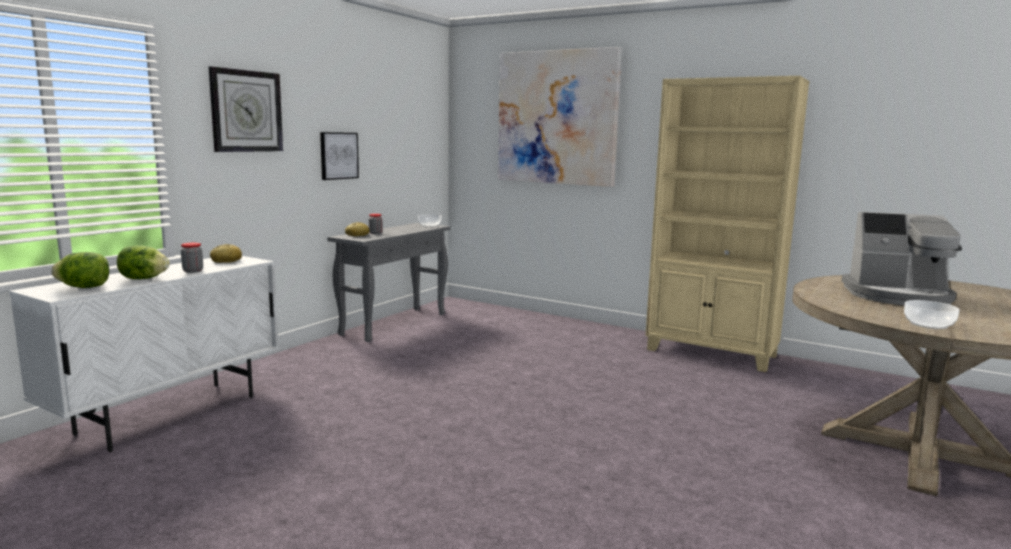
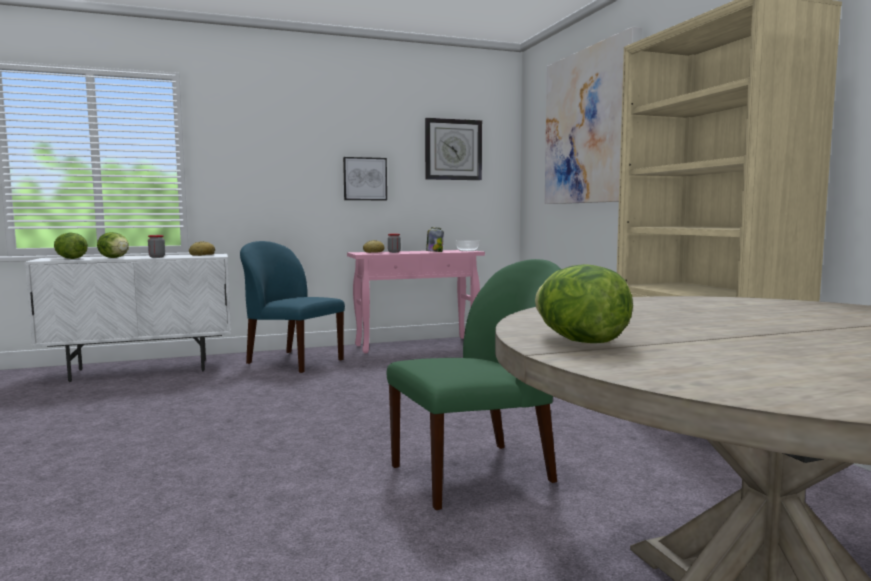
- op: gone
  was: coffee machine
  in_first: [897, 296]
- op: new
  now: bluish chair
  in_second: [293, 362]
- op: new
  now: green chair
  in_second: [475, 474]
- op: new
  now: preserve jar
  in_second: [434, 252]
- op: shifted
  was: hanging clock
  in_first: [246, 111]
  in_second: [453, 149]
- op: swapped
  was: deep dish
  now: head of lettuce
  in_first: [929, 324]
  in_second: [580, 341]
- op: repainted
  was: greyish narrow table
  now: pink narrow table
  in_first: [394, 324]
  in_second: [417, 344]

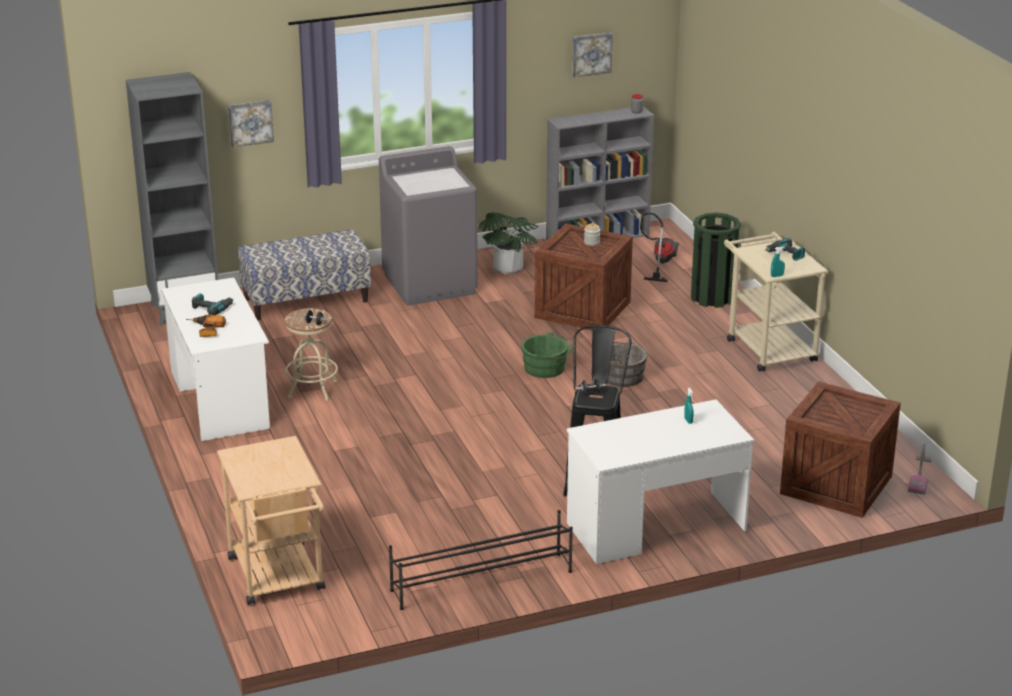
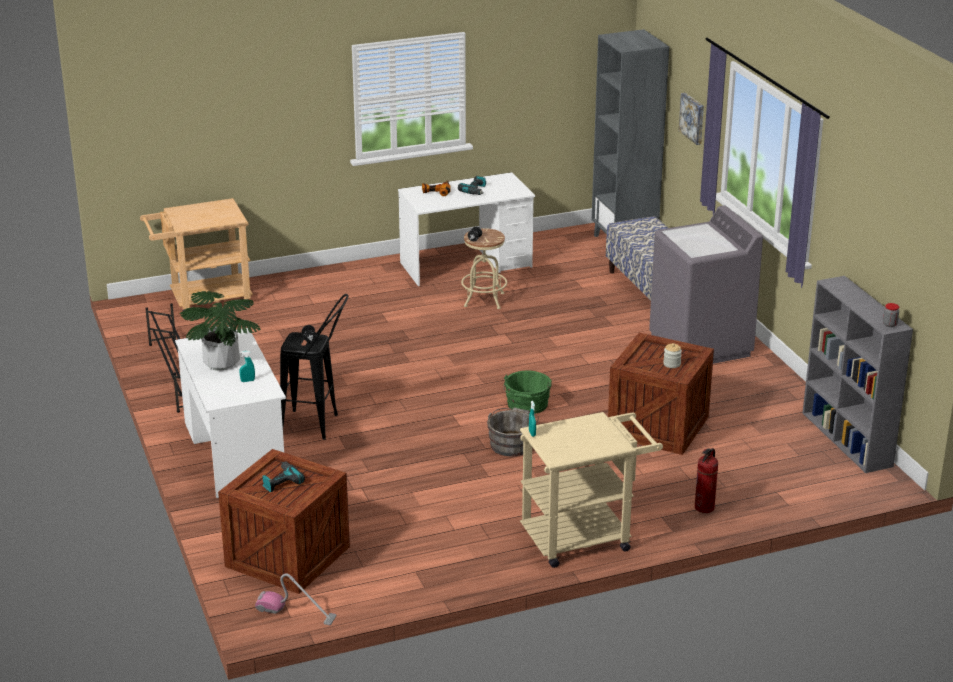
- op: gone
  was: picture
  in_first: [591, 54]
- op: gone
  was: hoover
  in_first: [660, 263]
- op: shifted
  was: plant in a pot
  in_first: [508, 268]
  in_second: [221, 363]
- op: shifted
  was: electric drill
  in_first: [785, 255]
  in_second: [280, 481]
- op: swapped
  was: green trash can
  now: fire extinguisher
  in_first: [712, 297]
  in_second: [704, 508]

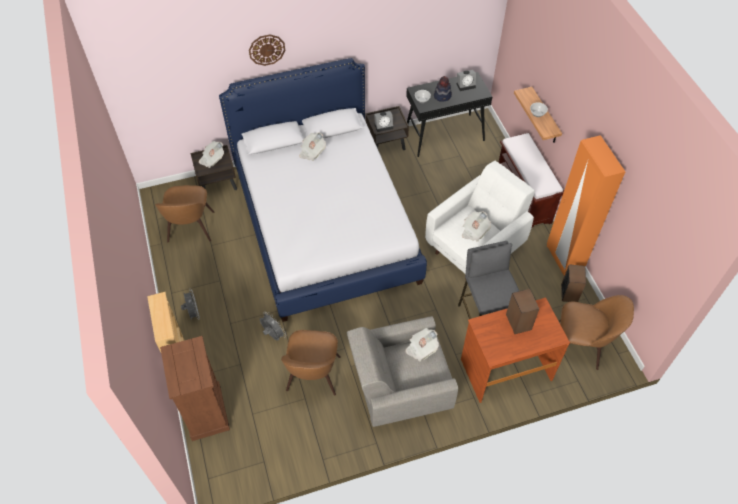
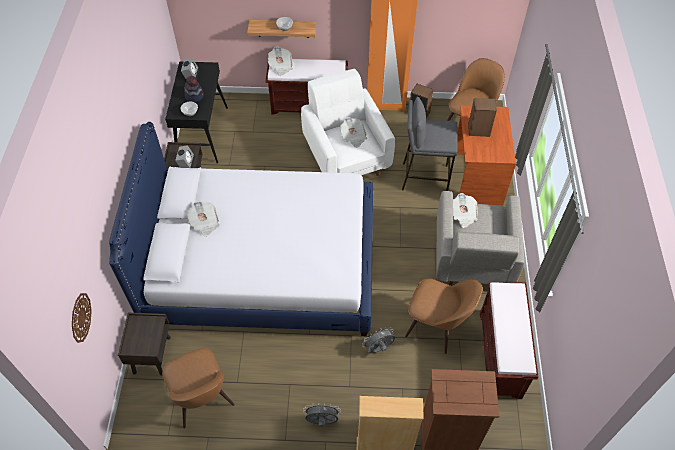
- op: new
  now: brown-coloured long seat
  in_second: [500, 355]
- op: shifted
  was: printed paper
  in_first: [212, 159]
  in_second: [280, 66]
- op: shifted
  was: hanging clock
  in_first: [267, 49]
  in_second: [80, 317]
- op: rotated
  was: brown-coloured chair
  in_first: [190, 228]
  in_second: [202, 399]
  clockwise: 45

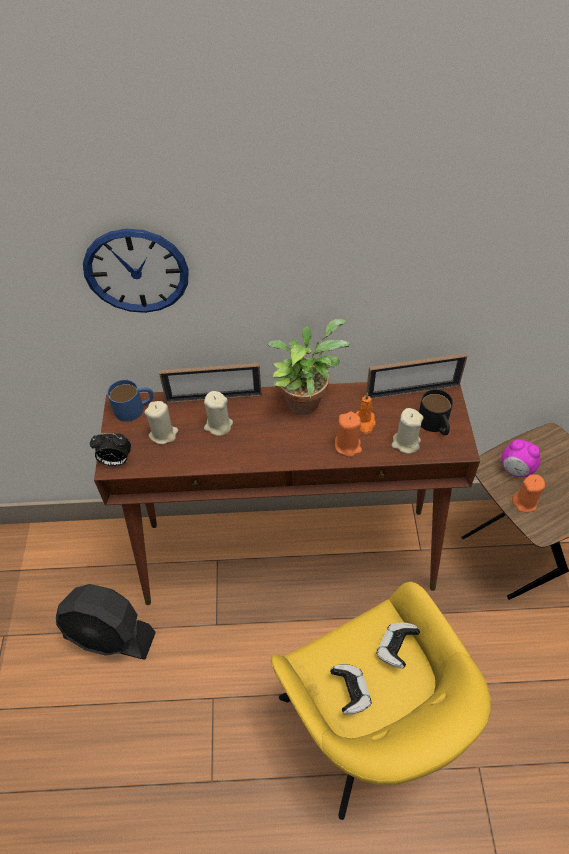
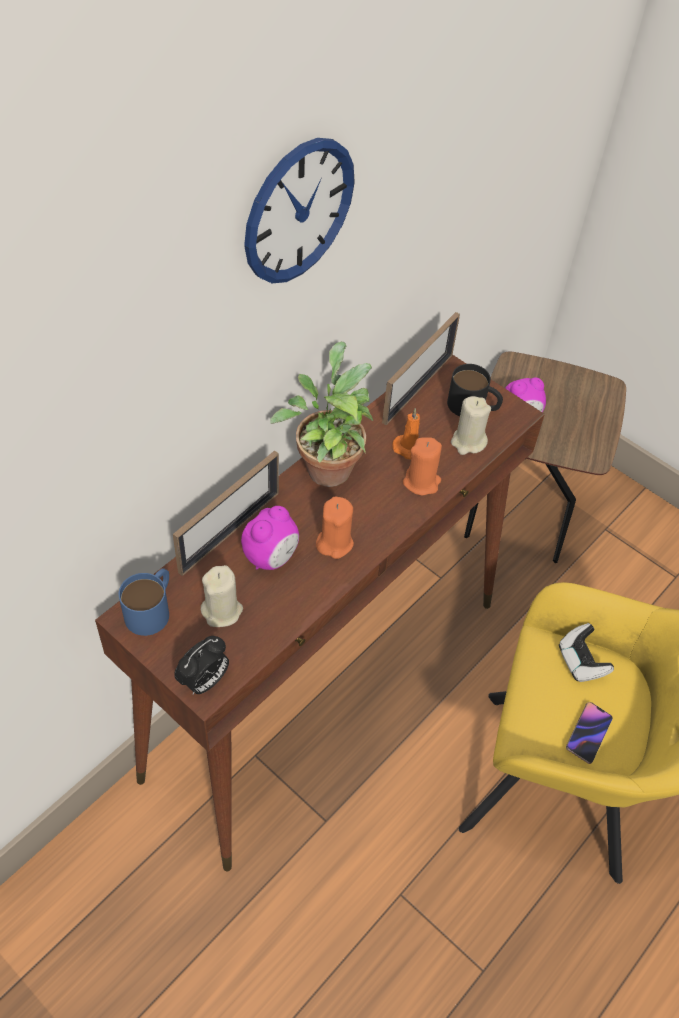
- op: gone
  was: black fan
  in_first: [110, 636]
- op: shifted
  was: hanging clock
  in_first: [136, 271]
  in_second: [299, 211]
- op: shifted
  was: orange-coloured candle
  in_first: [525, 502]
  in_second: [334, 543]
- op: swapped
  was: beige-coloured candle
  now: table clock
  in_first: [218, 425]
  in_second: [271, 557]
- op: swapped
  was: joypad
  now: telephone
  in_first: [350, 692]
  in_second: [588, 734]

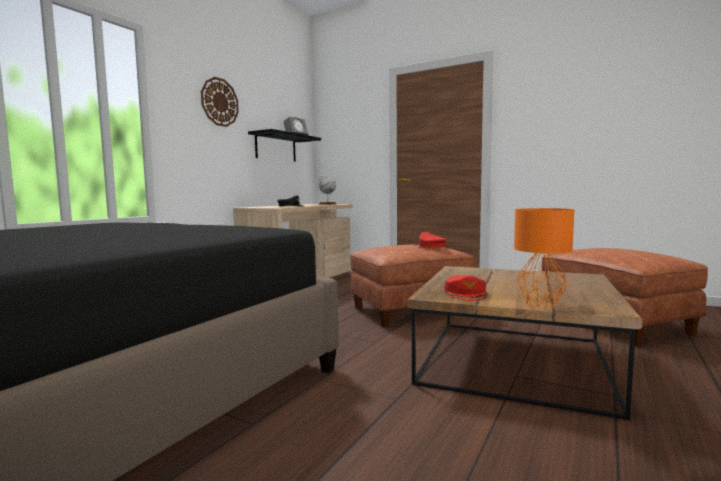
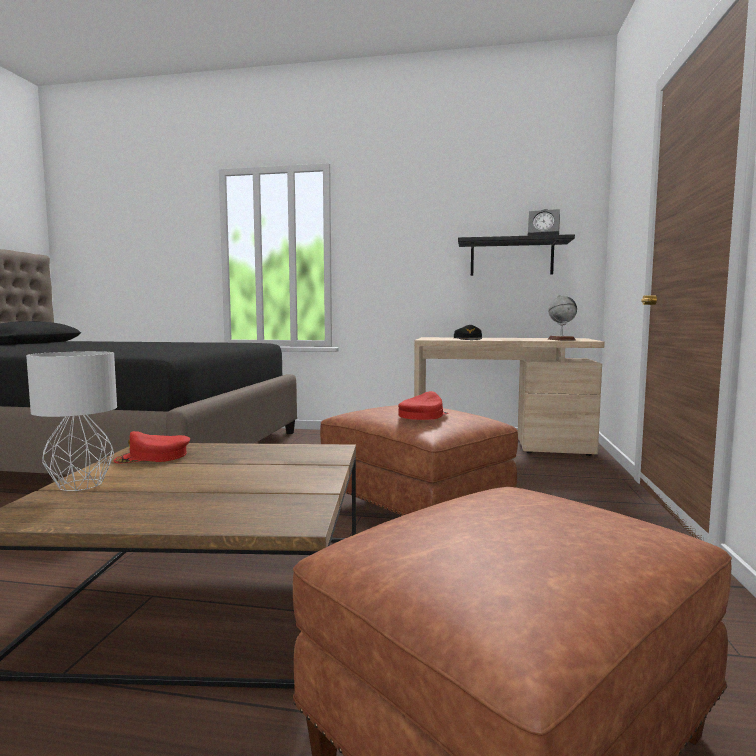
- op: gone
  was: hanging clock
  in_first: [219, 102]
- op: repainted
  was: orange-coloured tabletop lamp
  now: greyish tabletop lamp
  in_first: [540, 303]
  in_second: [82, 484]

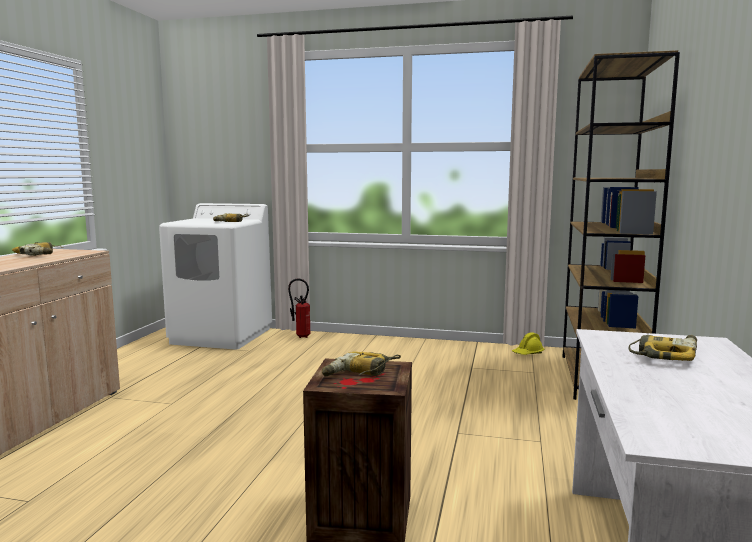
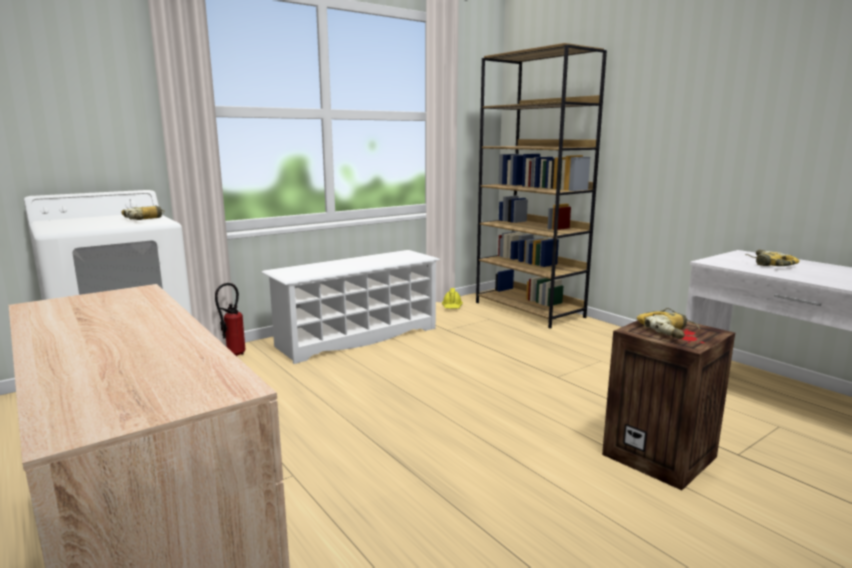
- op: gone
  was: electric drill
  in_first: [41, 254]
- op: new
  now: white-coloured shoe shelf
  in_second: [357, 337]

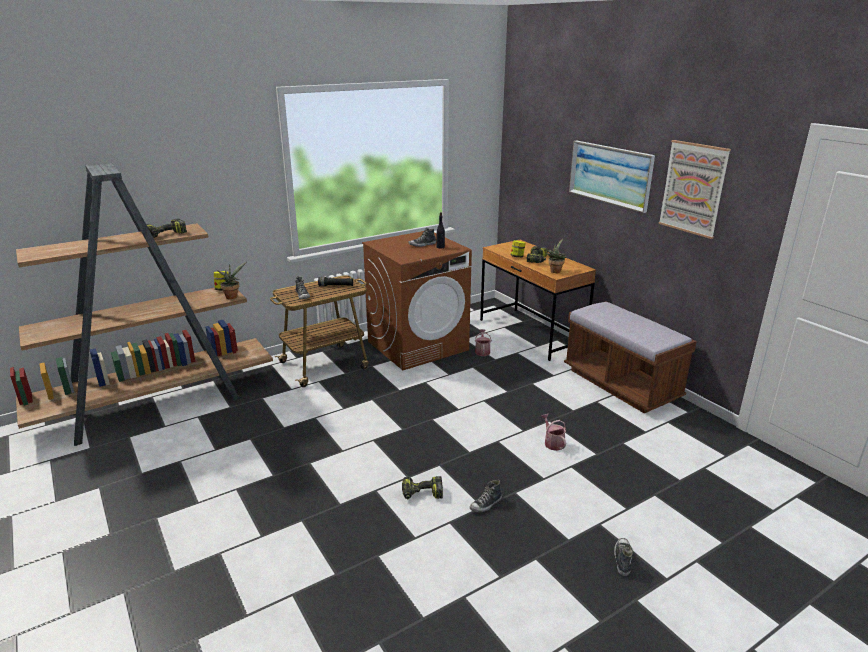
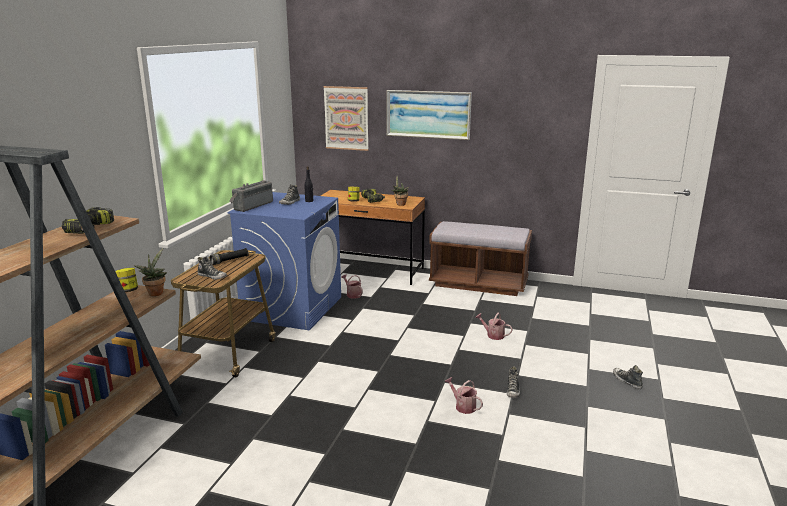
- op: new
  now: radio set
  in_second: [252, 206]
- op: shifted
  was: picture
  in_first: [693, 188]
  in_second: [346, 118]
- op: swapped
  was: electric drill
  now: watering pot
  in_first: [422, 494]
  in_second: [463, 406]
- op: repainted
  was: brown-coloured laundry appliance
  now: bluish laundry appliance
  in_first: [418, 345]
  in_second: [292, 308]

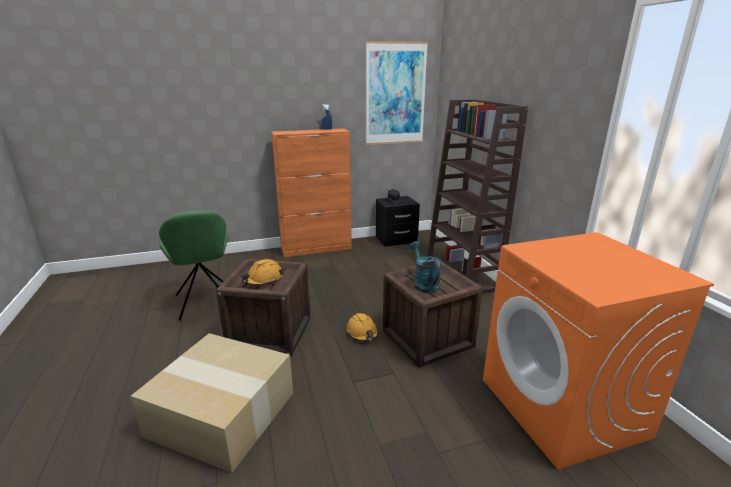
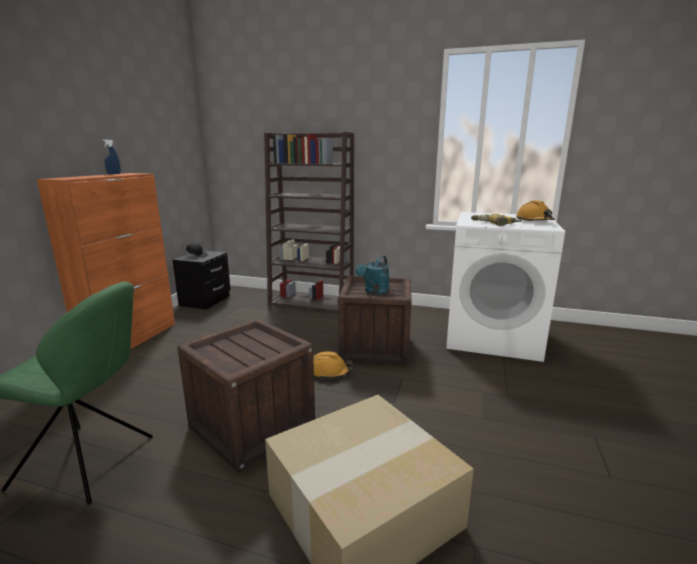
- op: gone
  was: picture
  in_first: [395, 94]
- op: new
  now: electric drill
  in_second: [494, 224]
- op: shifted
  was: orange-coloured work helmet
  in_first: [263, 280]
  in_second: [534, 221]
- op: repainted
  was: orange-coloured laundry appliance
  now: white-coloured laundry appliance
  in_first: [563, 407]
  in_second: [493, 337]
- op: rotated
  was: turquoise watering pot
  in_first: [424, 283]
  in_second: [374, 292]
  clockwise: -75

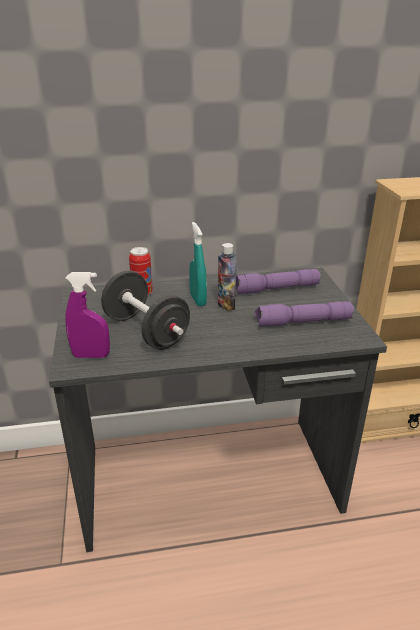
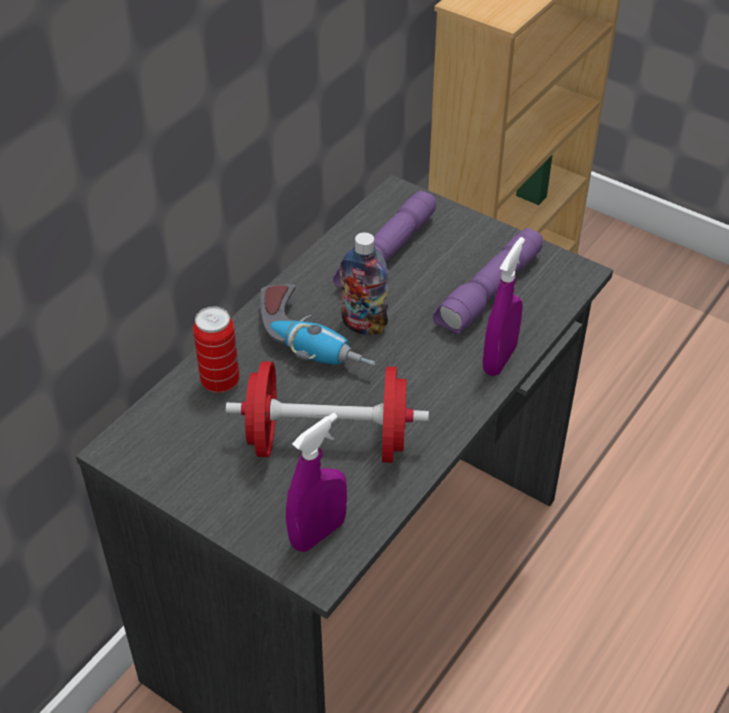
- op: new
  now: purplish hand sprayer
  in_second: [499, 359]
- op: swapped
  was: turquoise hand sprayer
  now: electric drill
  in_first: [198, 300]
  in_second: [315, 341]
- op: repainted
  was: black hand weight
  now: red-coloured hand weight
  in_first: [146, 331]
  in_second: [328, 442]

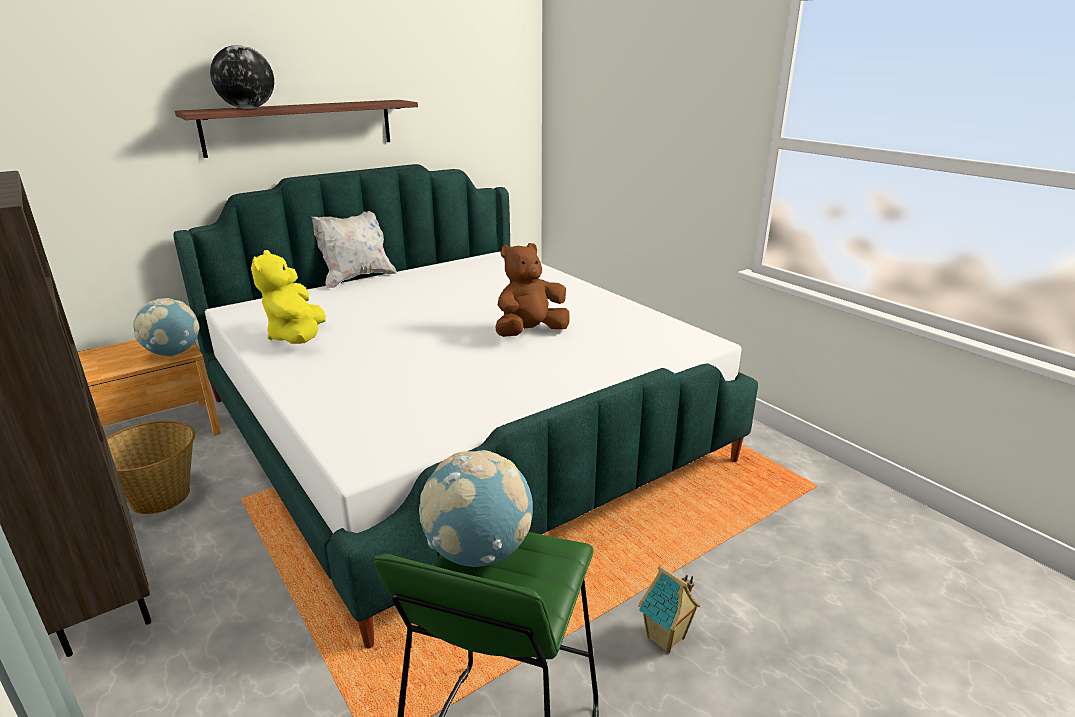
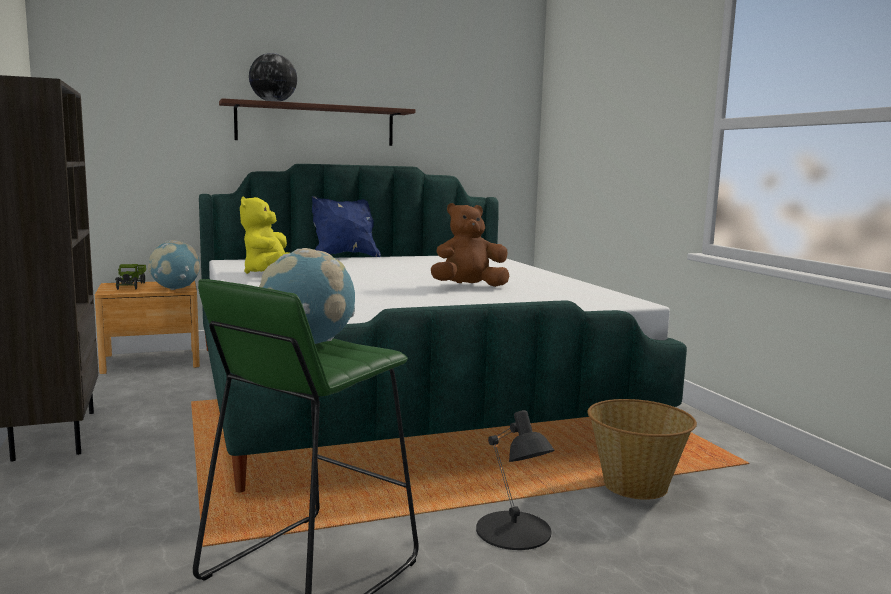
- op: new
  now: toy lorry
  in_second: [131, 285]
- op: shifted
  was: storage basket
  in_first: [159, 497]
  in_second: [635, 486]
- op: swapped
  was: model house
  now: black tabletop lamp
  in_first: [666, 639]
  in_second: [513, 531]
- op: repainted
  was: white-coloured throw pillow
  now: bluish throw pillow
  in_first: [357, 278]
  in_second: [344, 256]

